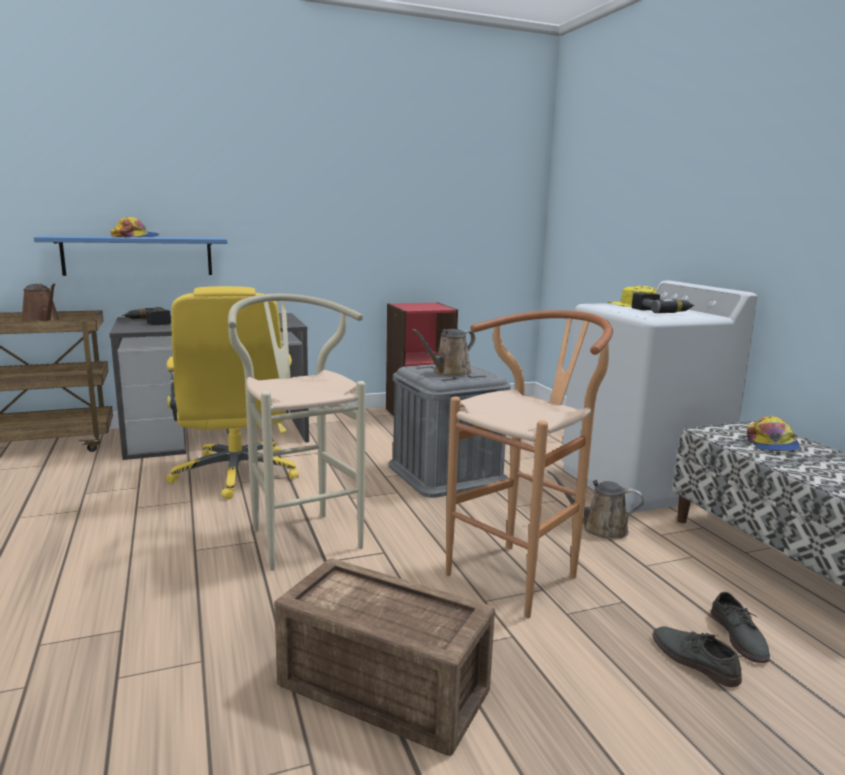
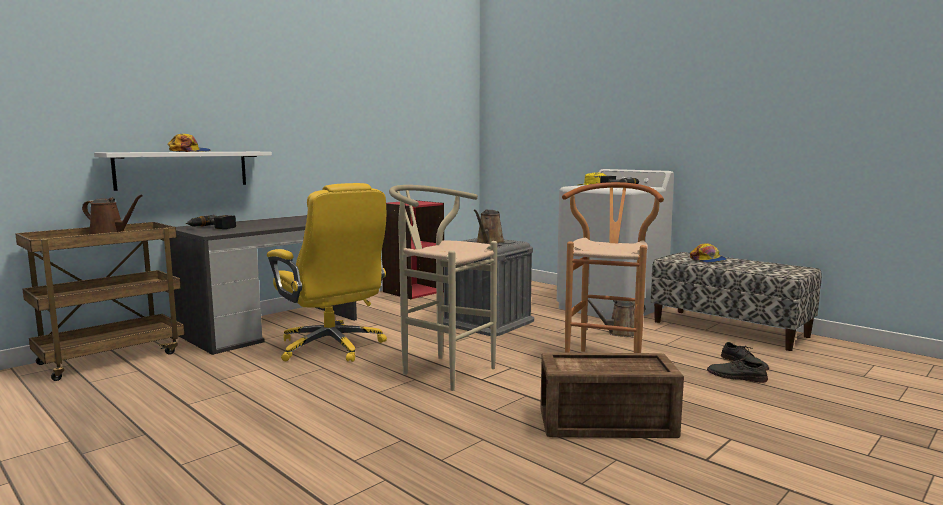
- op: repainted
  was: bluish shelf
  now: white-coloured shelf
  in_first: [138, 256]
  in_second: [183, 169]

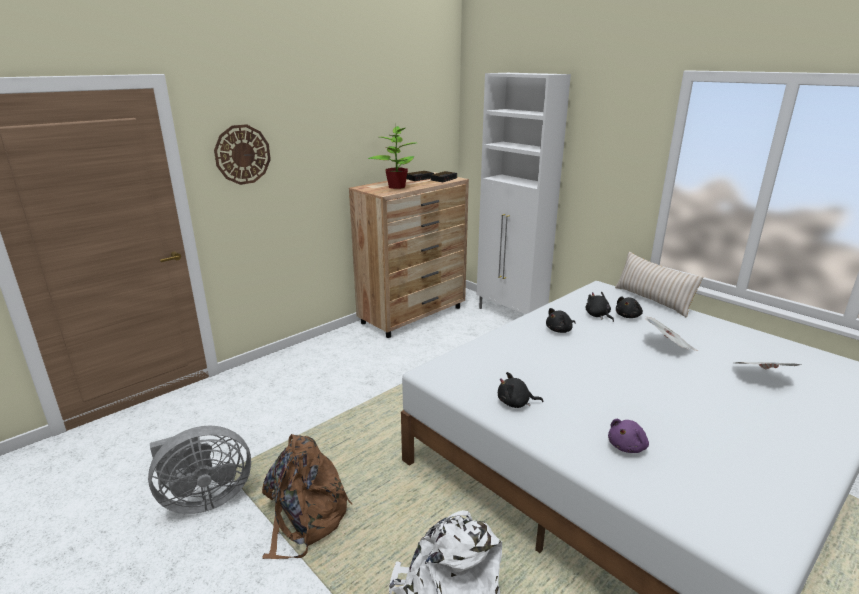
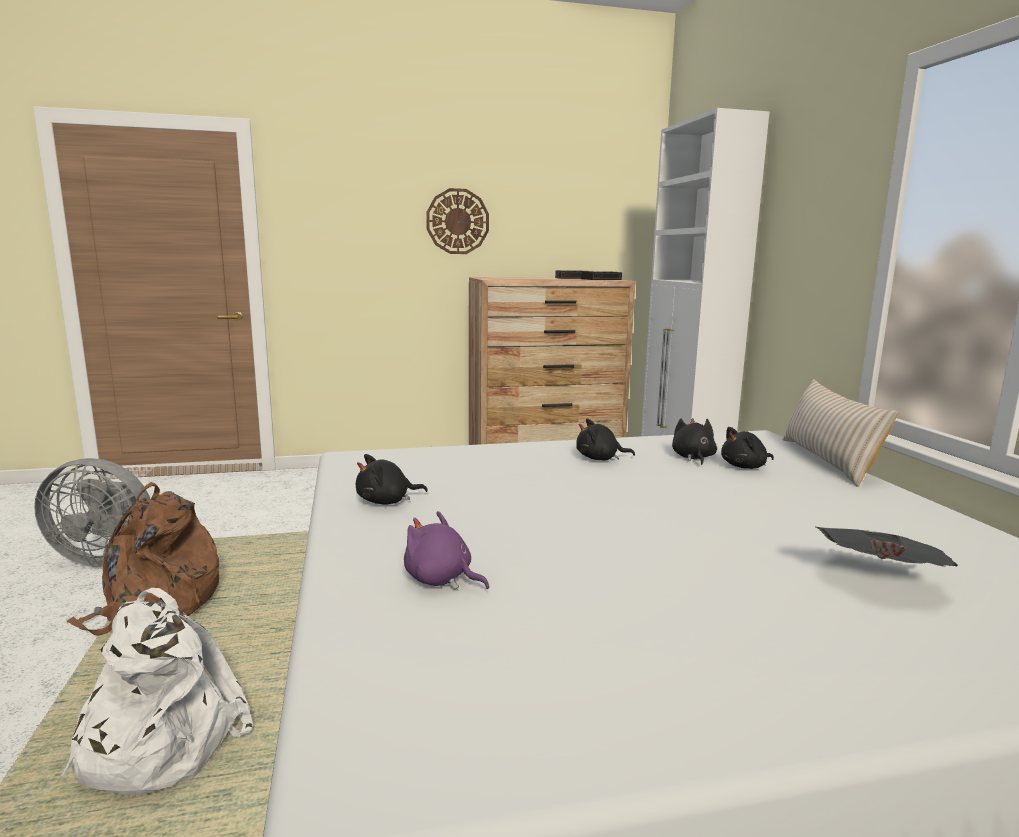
- op: gone
  was: plant in a pot
  in_first: [396, 186]
- op: gone
  was: printed paper
  in_first: [668, 346]
- op: shifted
  was: hanging clock
  in_first: [242, 154]
  in_second: [457, 221]
- op: rotated
  was: black plush toy
  in_first: [515, 403]
  in_second: [387, 501]
  clockwise: -60
- op: rotated
  was: purplish plush toy
  in_first: [627, 446]
  in_second: [441, 579]
  clockwise: 45

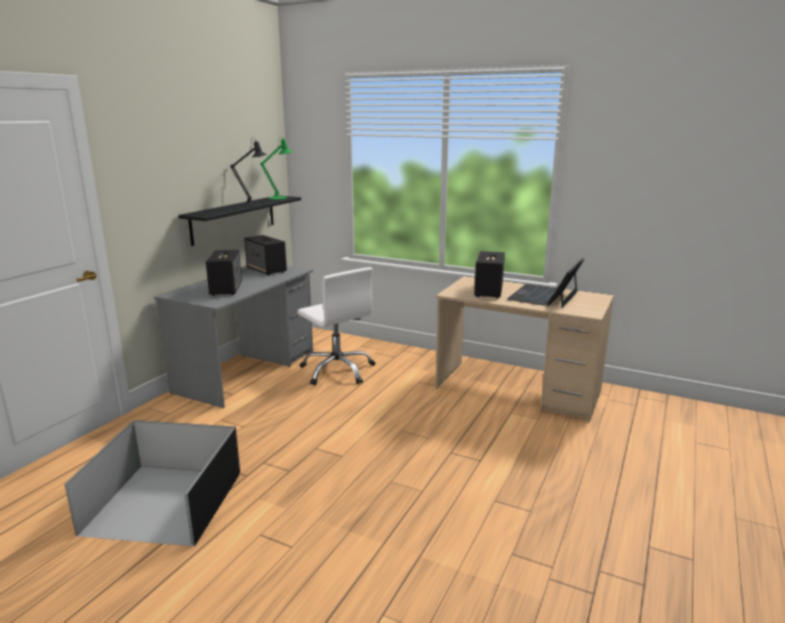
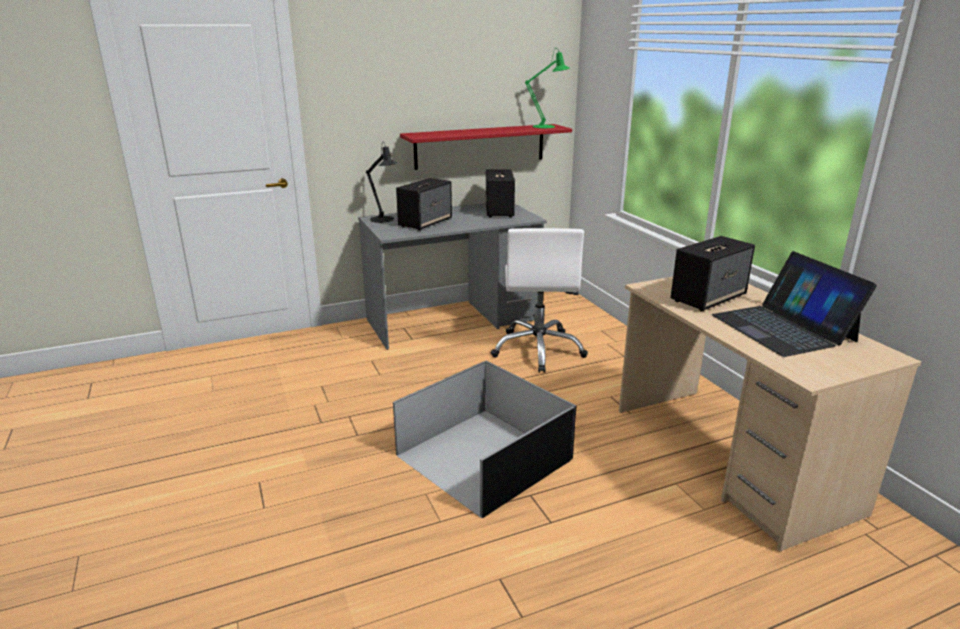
- op: shifted
  was: black storage container
  in_first: [162, 502]
  in_second: [482, 456]
- op: shifted
  was: black tabletop lamp
  in_first: [253, 204]
  in_second: [384, 220]
- op: repainted
  was: black shelf
  now: red-coloured shelf
  in_first: [234, 219]
  in_second: [480, 146]
- op: rotated
  was: laptop
  in_first: [544, 296]
  in_second: [783, 328]
  clockwise: -90

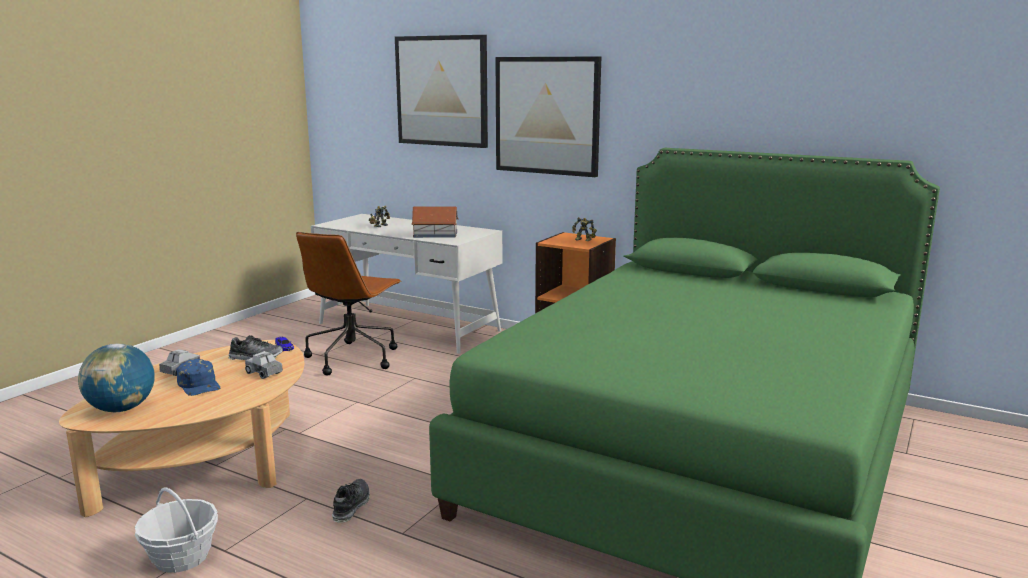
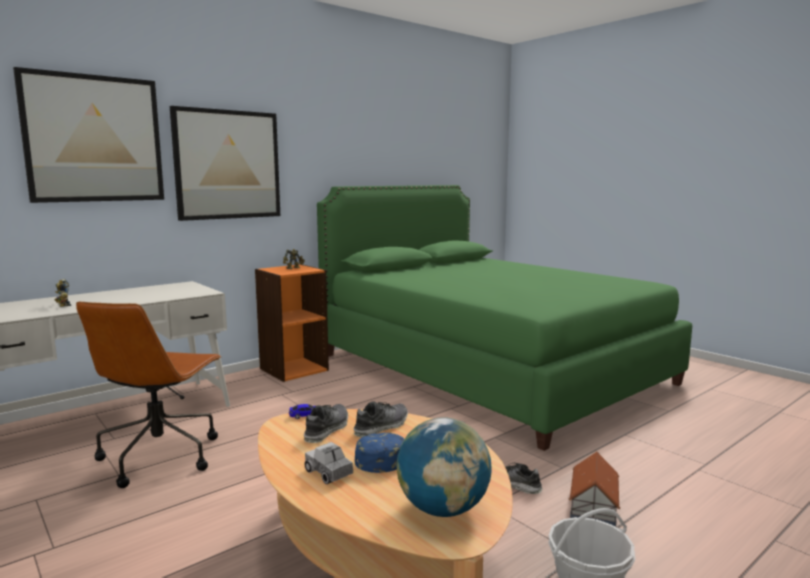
- op: shifted
  was: model house
  in_first: [435, 234]
  in_second: [593, 505]
- op: swapped
  was: toy lorry
  now: item of footwear
  in_first: [264, 373]
  in_second: [381, 427]
- op: rotated
  was: brown-coloured office chair
  in_first: [353, 357]
  in_second: [160, 456]
  clockwise: 60

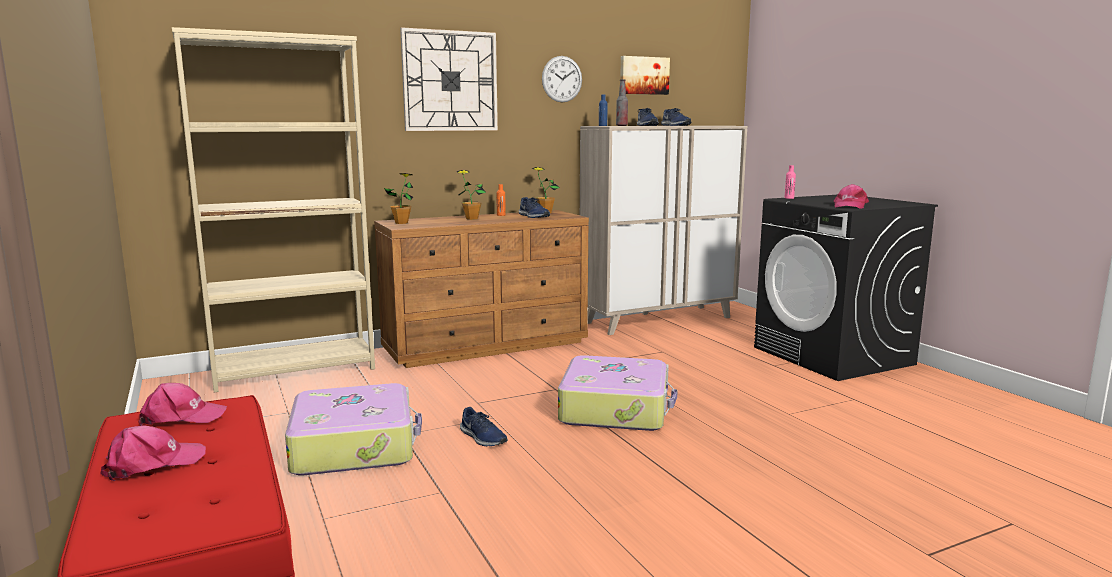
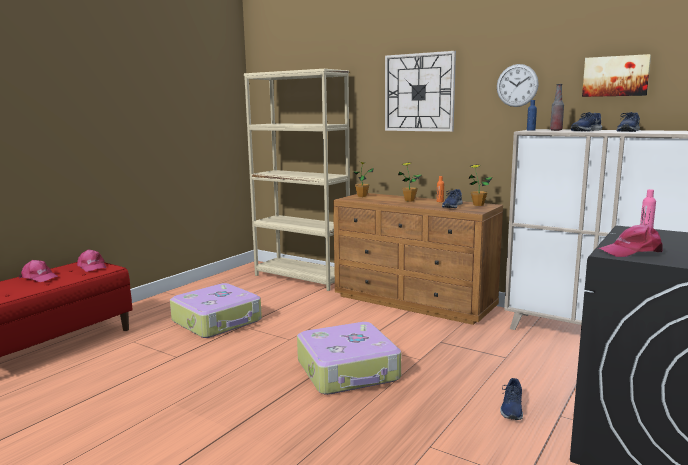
- op: shifted
  was: bluish item of footwear
  in_first: [482, 438]
  in_second: [511, 408]

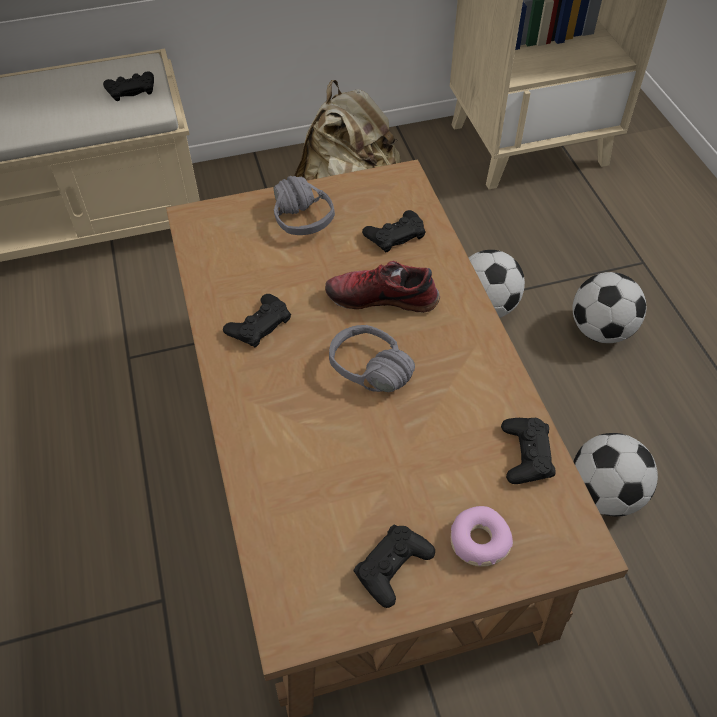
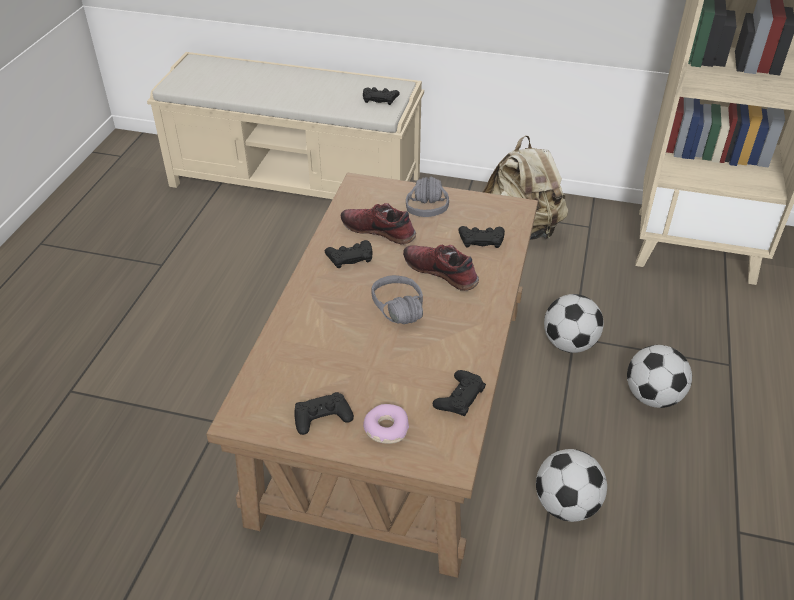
- op: new
  now: item of footwear
  in_second: [379, 230]

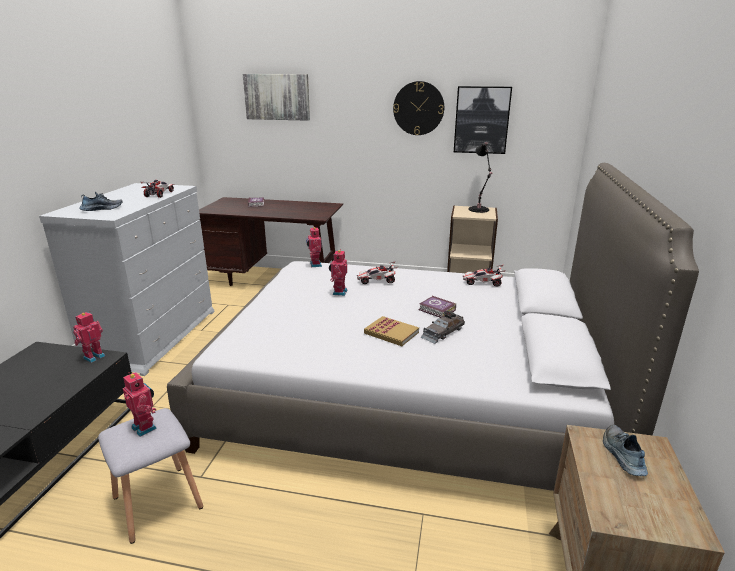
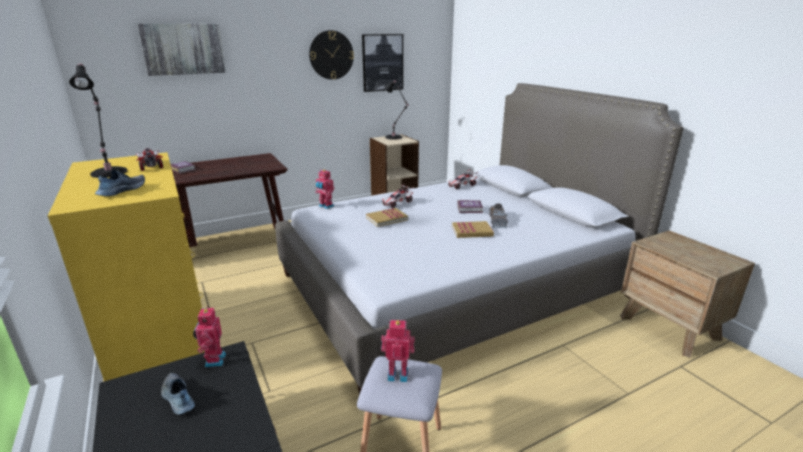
- op: new
  now: black tabletop lamp
  in_second: [110, 172]
- op: shifted
  was: item of footwear
  in_first: [622, 455]
  in_second: [177, 398]
- op: swapped
  was: model robot
  now: bound book
  in_first: [338, 292]
  in_second: [386, 219]
- op: repainted
  was: white-coloured dresser
  now: yellowish dresser
  in_first: [152, 336]
  in_second: [160, 339]

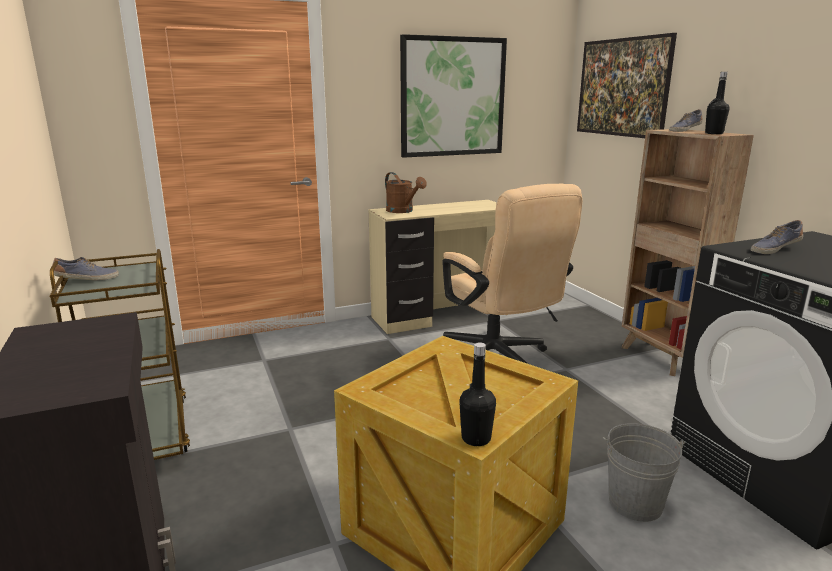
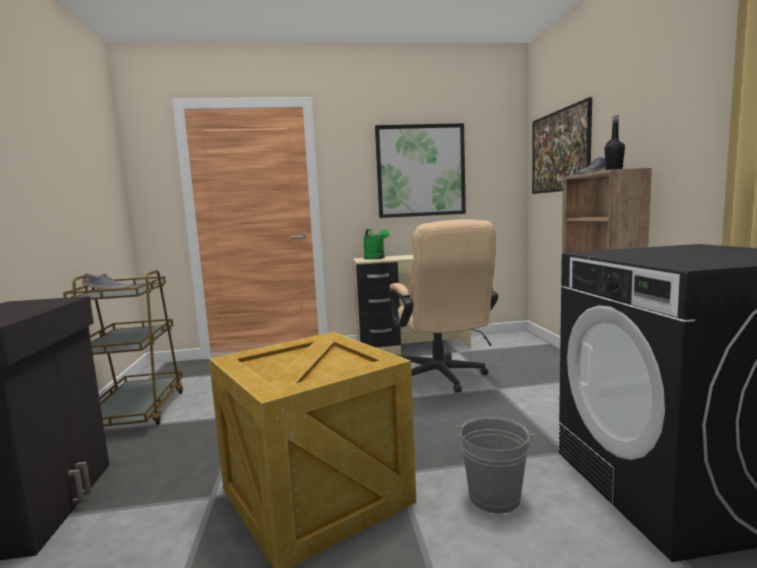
- op: gone
  was: black bottle
  in_first: [476, 438]
- op: gone
  was: item of footwear
  in_first: [774, 249]
- op: repainted
  was: brown-coloured watering pot
  now: green watering pot
  in_first: [403, 211]
  in_second: [376, 258]

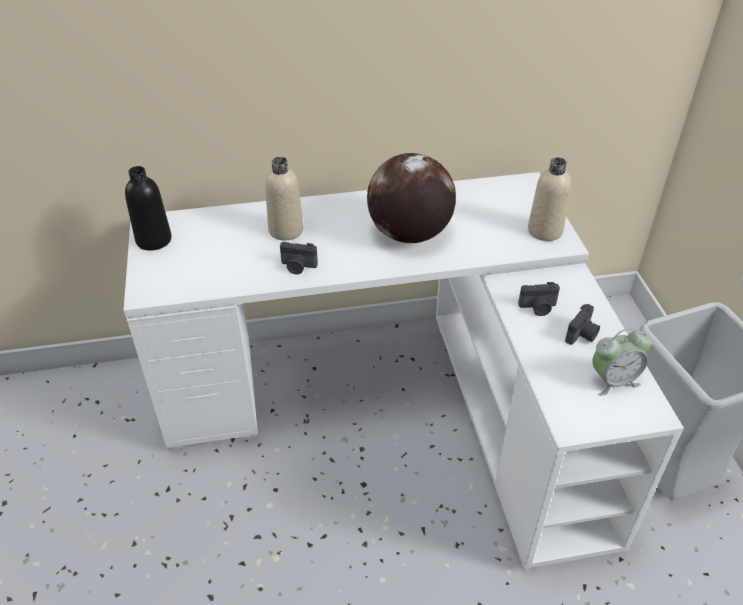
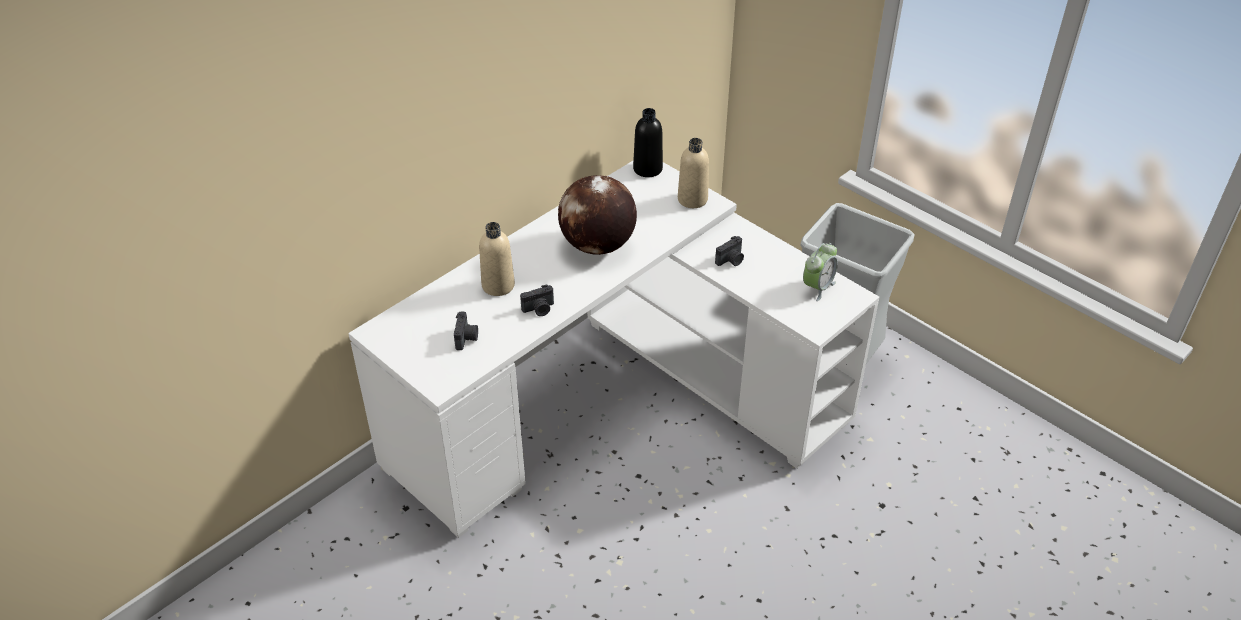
- op: shifted
  was: black bottle
  in_first: [154, 240]
  in_second: [647, 169]
- op: shifted
  was: photo camera
  in_first: [582, 335]
  in_second: [467, 338]

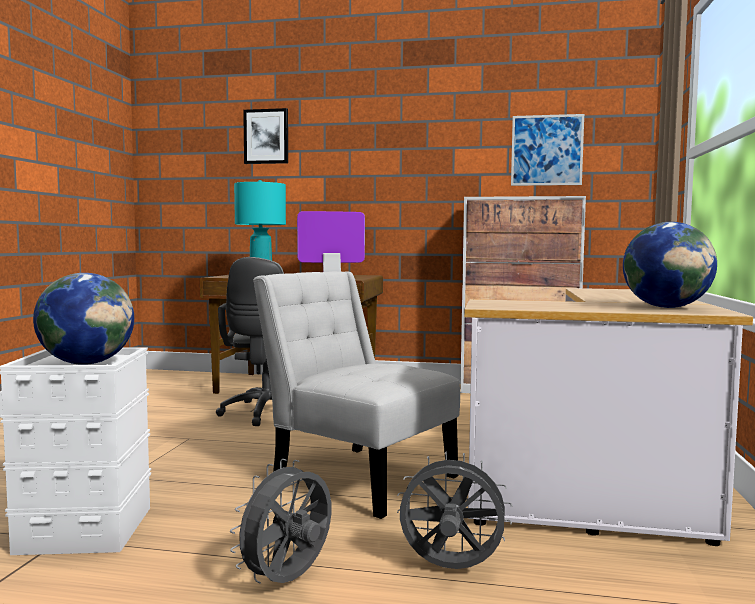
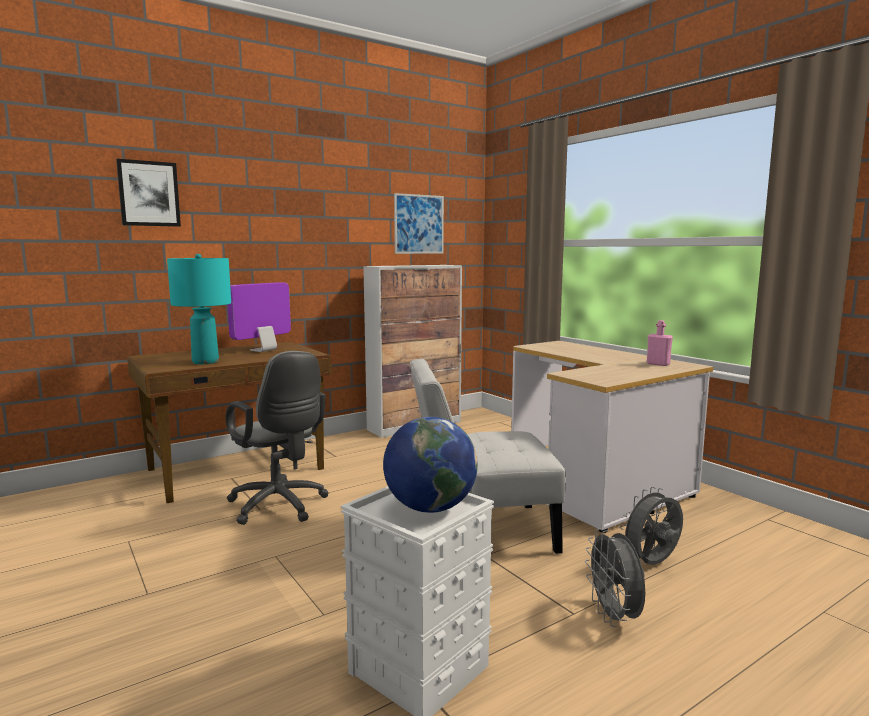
- op: swapped
  was: desk globe
  now: pink bottle
  in_first: [666, 307]
  in_second: [658, 364]

